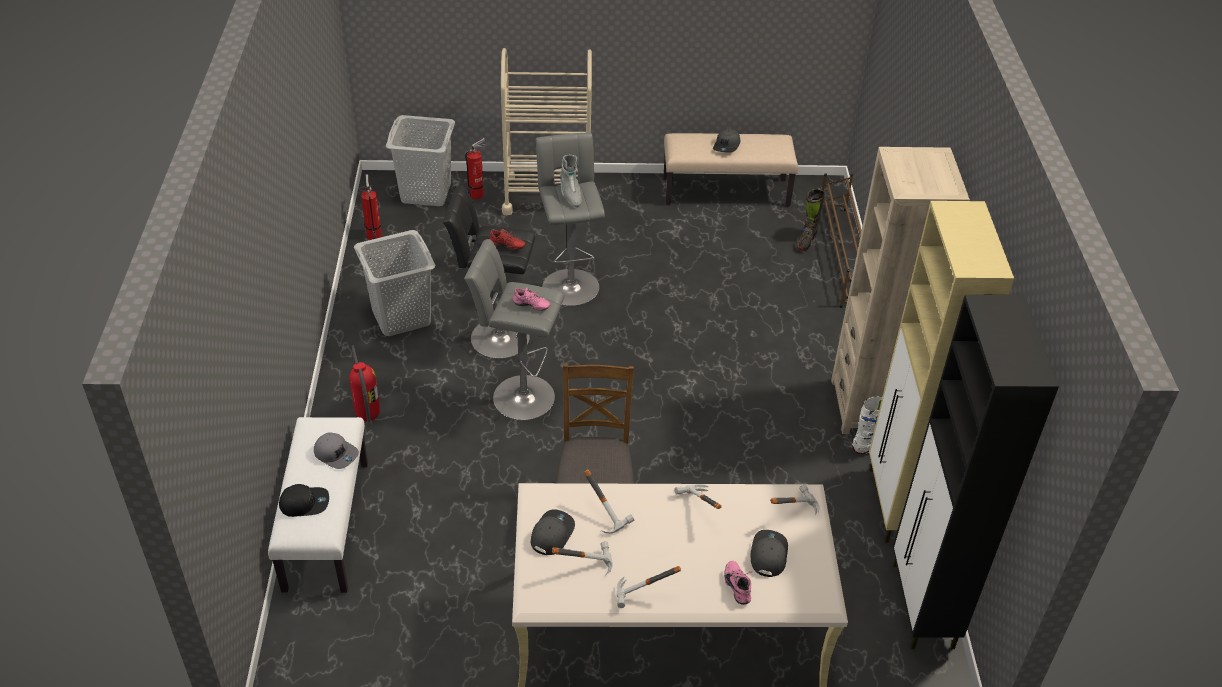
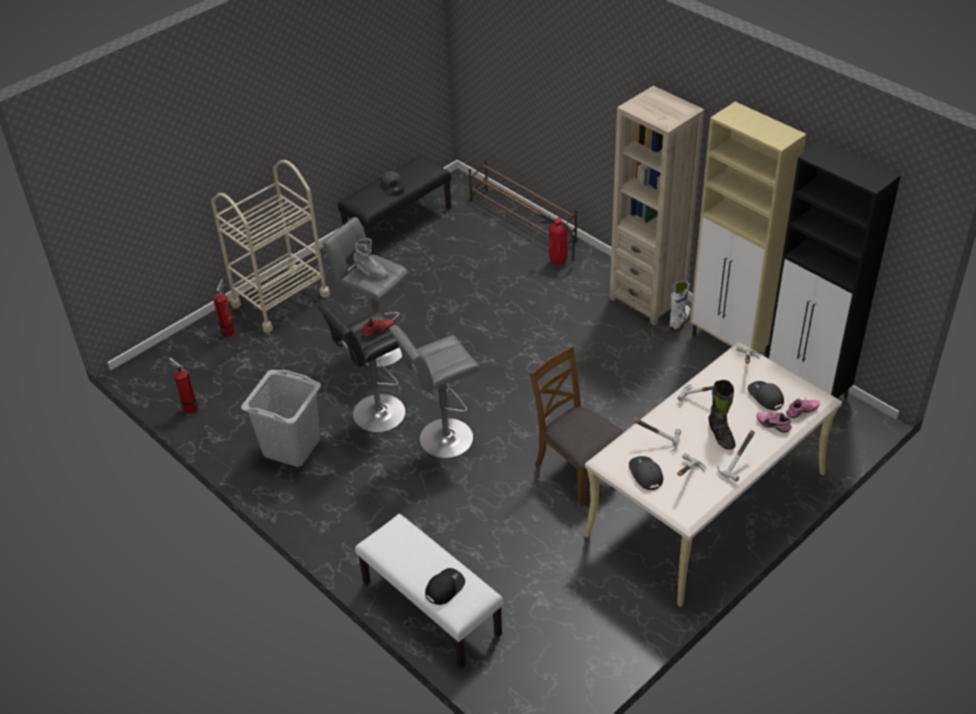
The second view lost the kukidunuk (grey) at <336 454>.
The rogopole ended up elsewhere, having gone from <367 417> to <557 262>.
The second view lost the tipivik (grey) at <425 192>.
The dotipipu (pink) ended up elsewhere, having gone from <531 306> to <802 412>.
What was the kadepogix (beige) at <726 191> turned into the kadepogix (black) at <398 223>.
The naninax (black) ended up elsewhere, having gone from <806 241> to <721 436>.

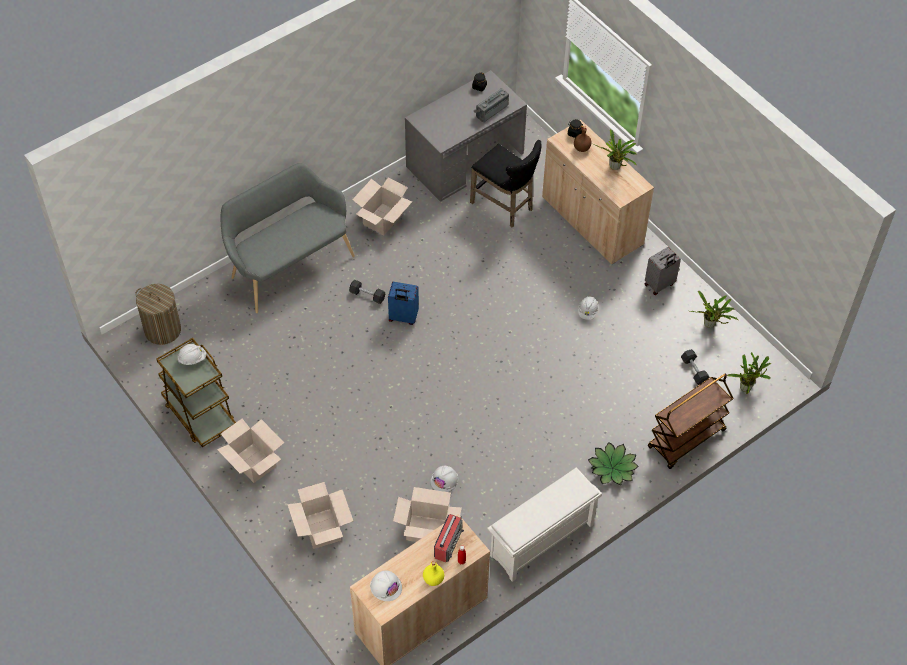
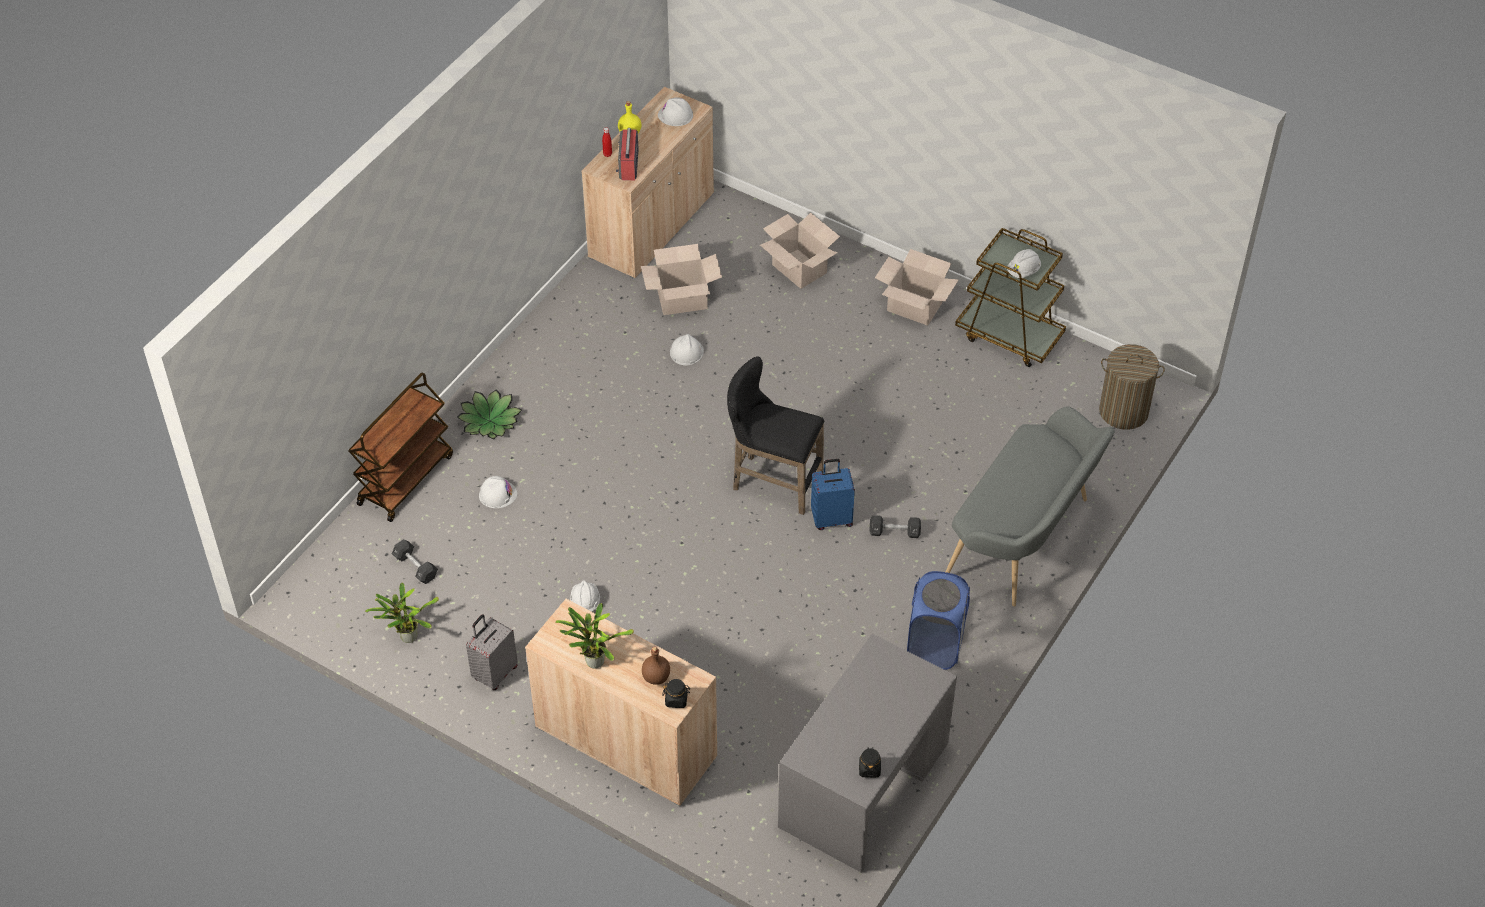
Where the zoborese stood at <382 219>, the tipivik (blue) came to stand at <935 646>.
The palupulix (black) ended up elsewhere, having gone from <505 207> to <772 481>.
The second view lost the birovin at <490 110>.
The second view lost the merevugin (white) at <541 541>.
The second view lost the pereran at <747 387>.
The second view gained the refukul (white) at <497 494>.

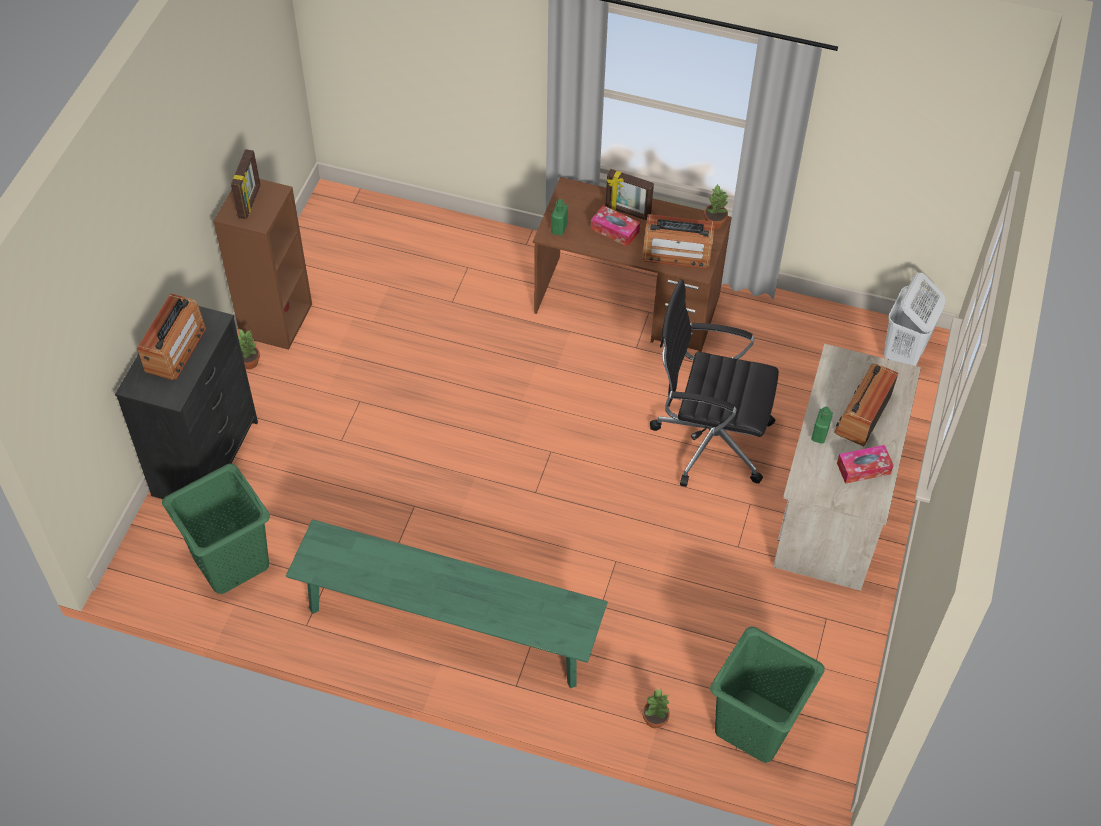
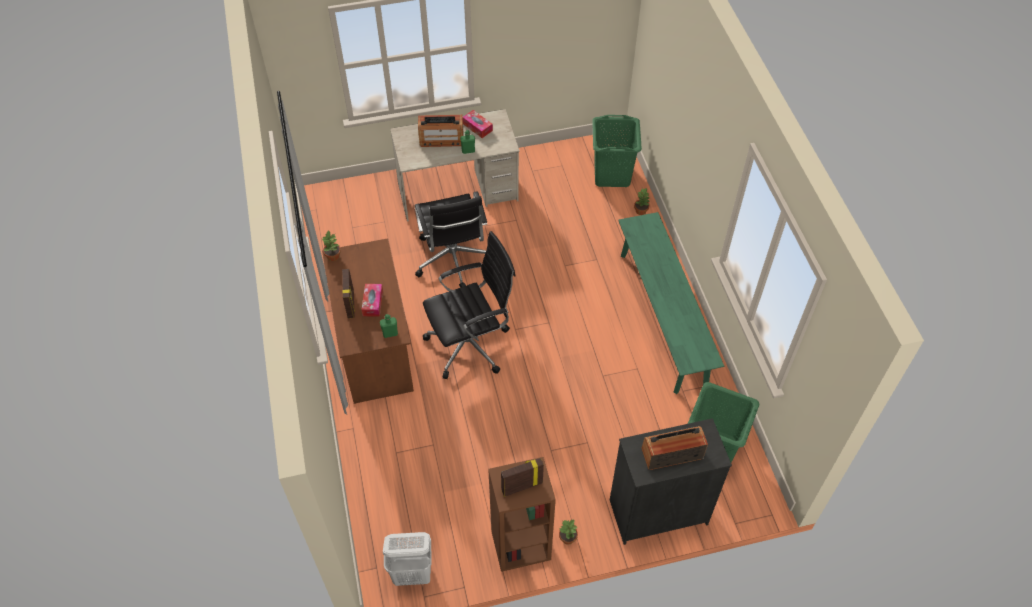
The second view lost the birovin at <676 253>.
The tipivik (white) ended up elsewhere, having gone from <903 353> to <413 573>.
The second view gained the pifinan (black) at <471 344>.

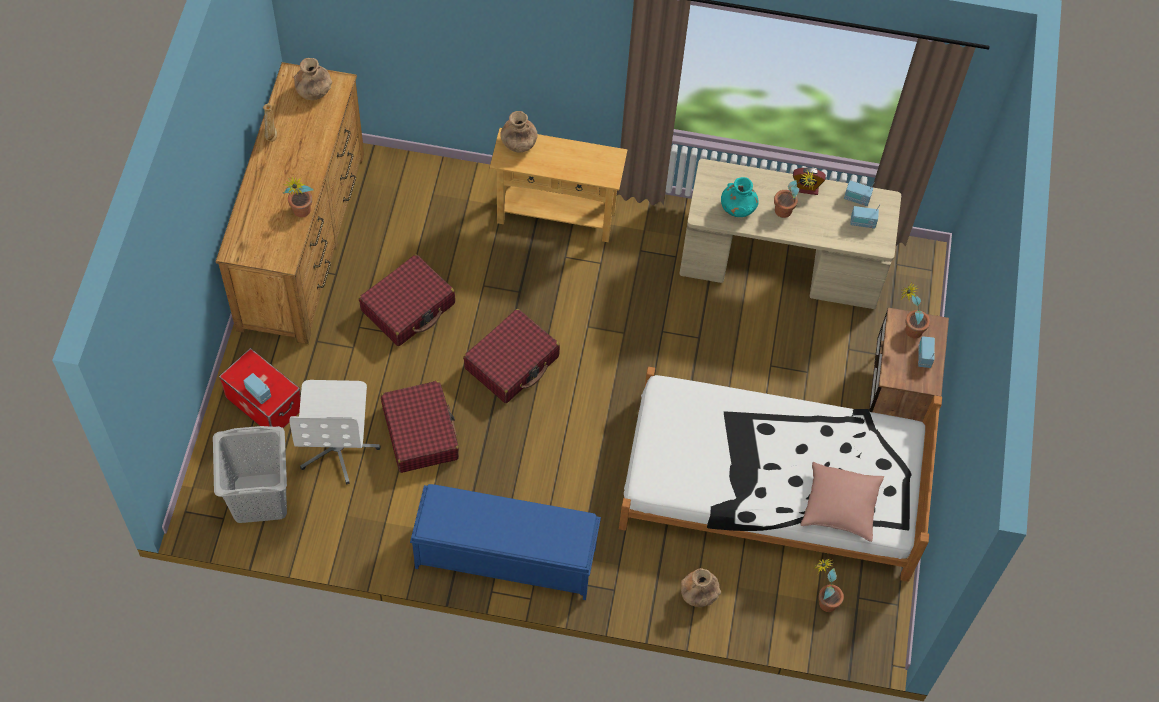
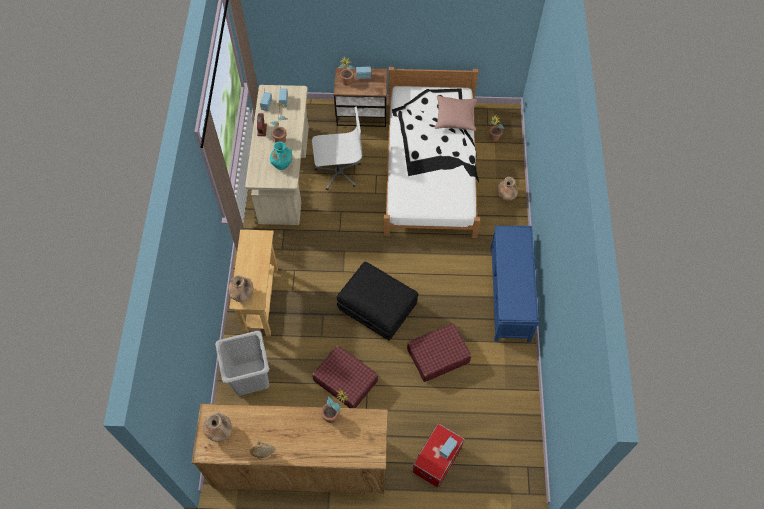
The tipivik (grey) ended up elsewhere, having gone from <260 497> to <250 376>.
The pifinan (white) ended up elsewhere, having gone from <338 447> to <338 172>.
Where the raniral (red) stood at <512 362>, the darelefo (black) came to stand at <377 310>.

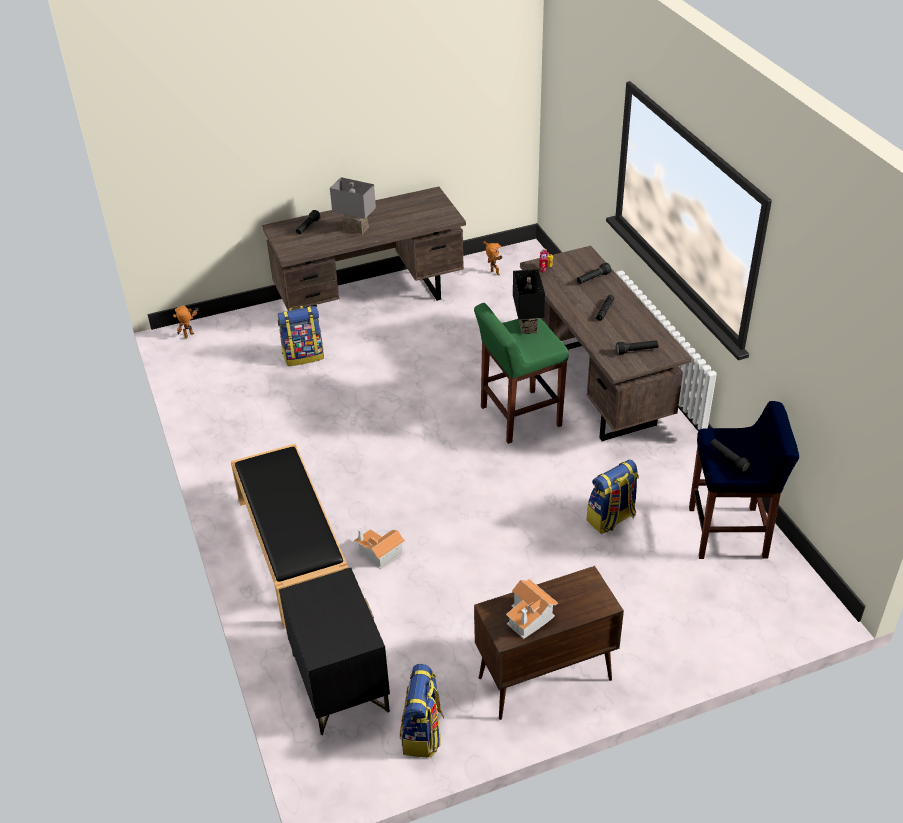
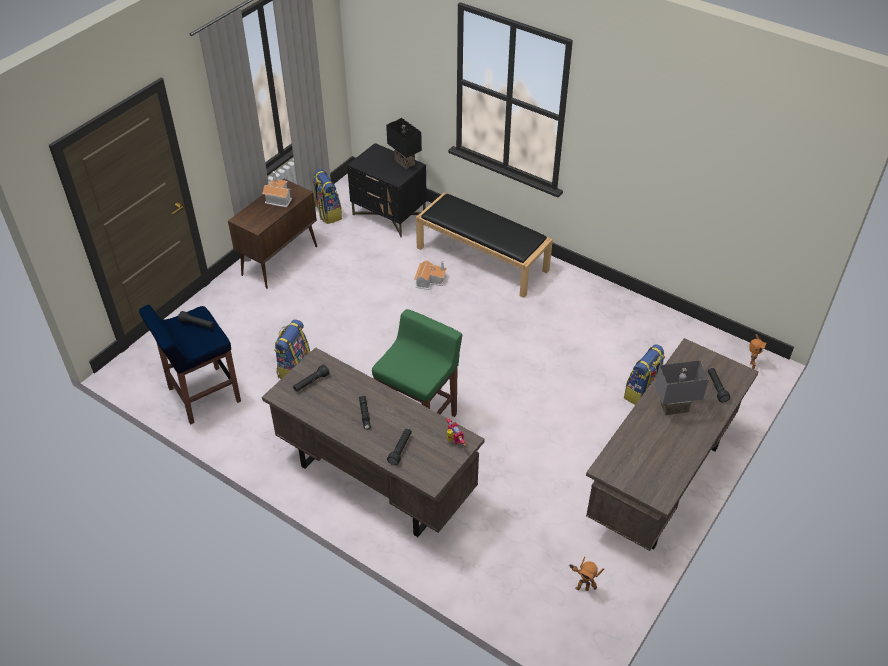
The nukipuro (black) ended up elsewhere, having gone from <529 326> to <403 162>.

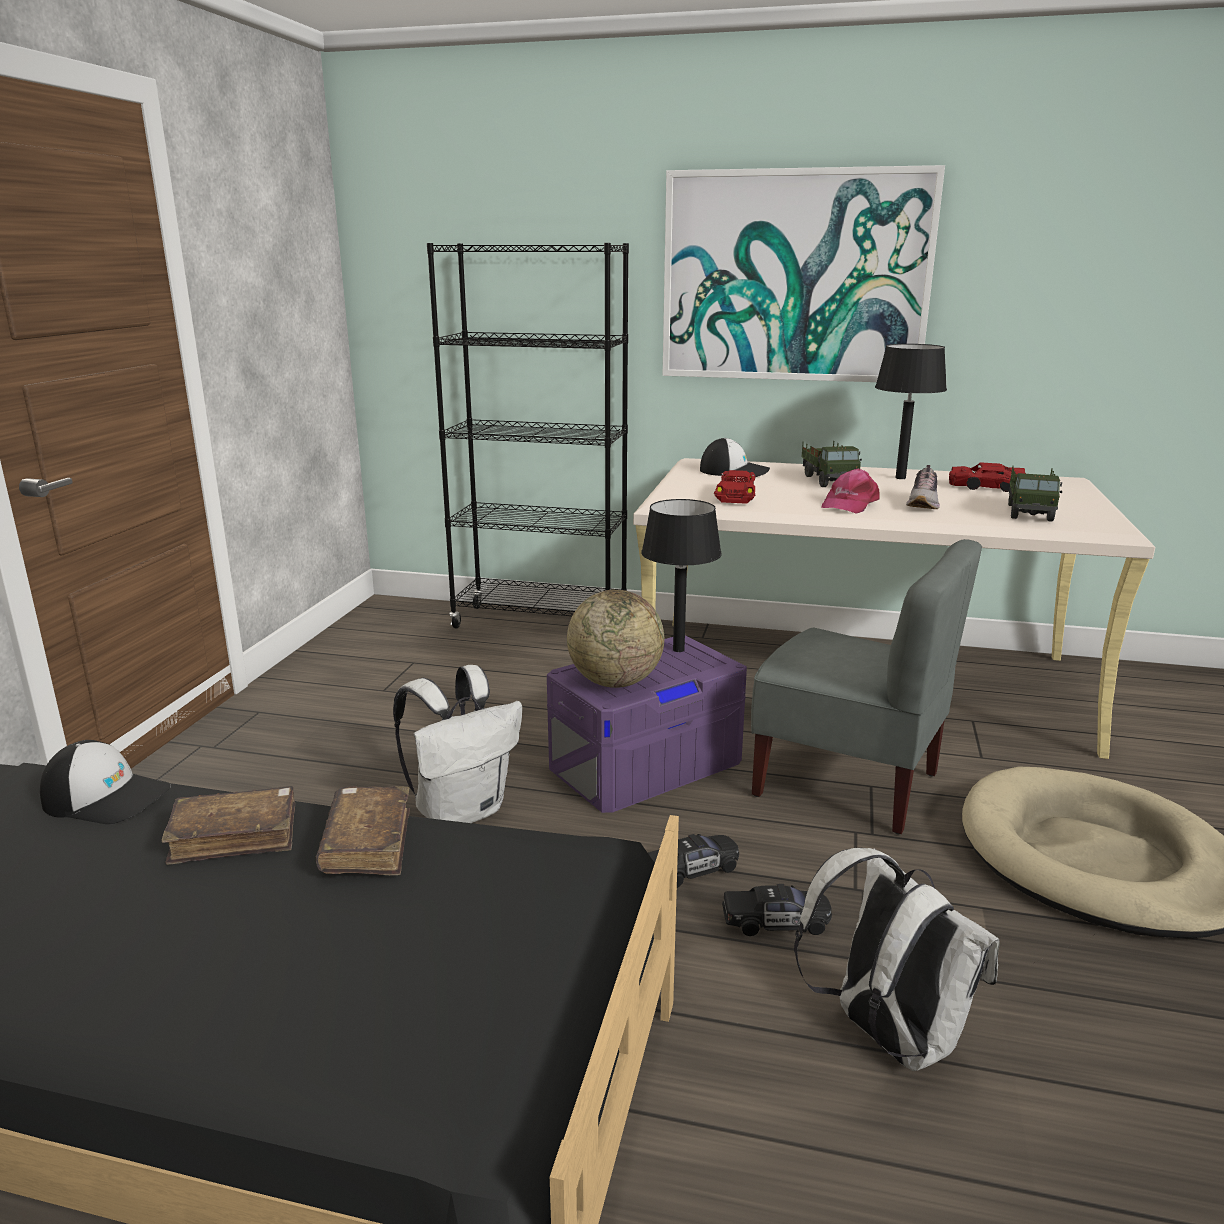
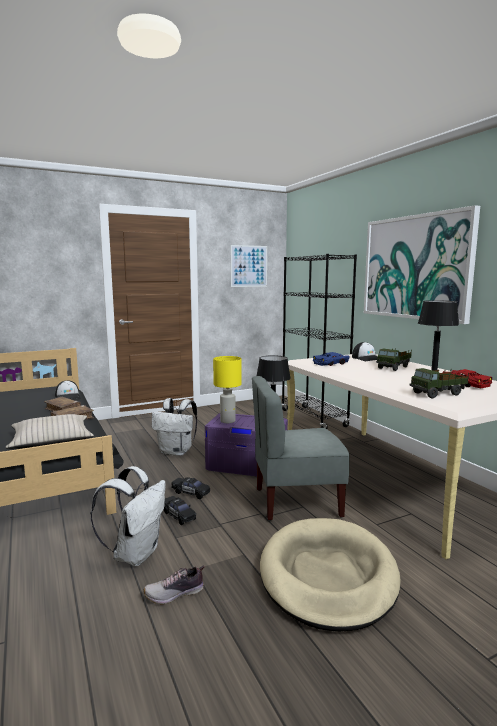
Where the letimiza stood at <615 682>, the nukipuro (yellow) came to stand at <228 421>.
What was the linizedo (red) at <736 496> turned into the linizedo (blue) at <331 364>.
The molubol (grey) at <848 783> ended up facing another way, 90 degrees clockwise from before.
The second view lost the kukidunuk (pink) at <849 504>.
The dotipipu ended up elsewhere, having gone from <923 504> to <175 594>.
The second view gained the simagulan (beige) at <51 440>.
The second view gained the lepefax at <249 266>.

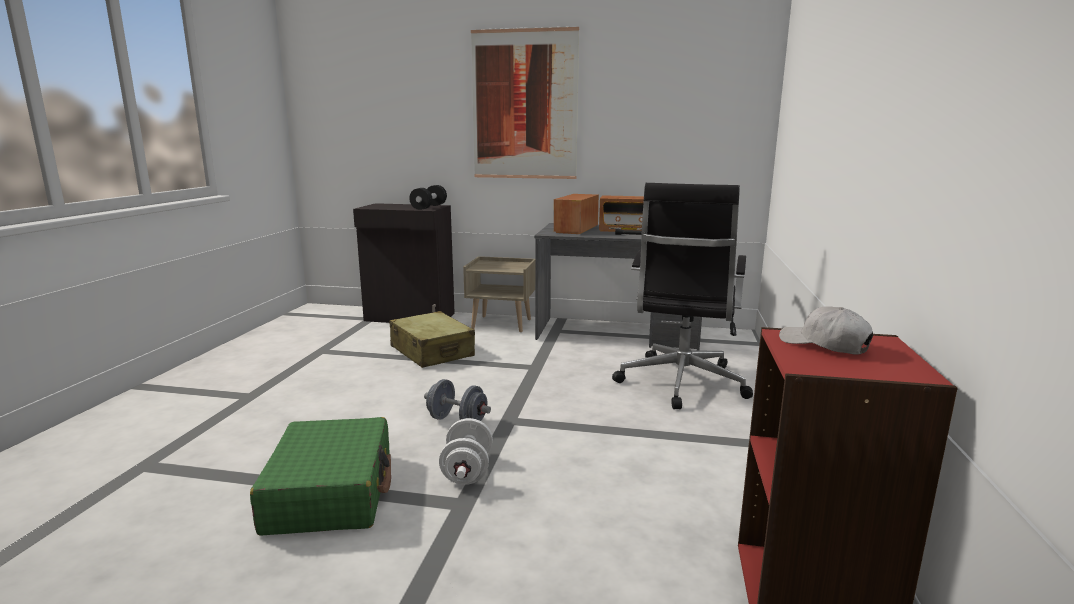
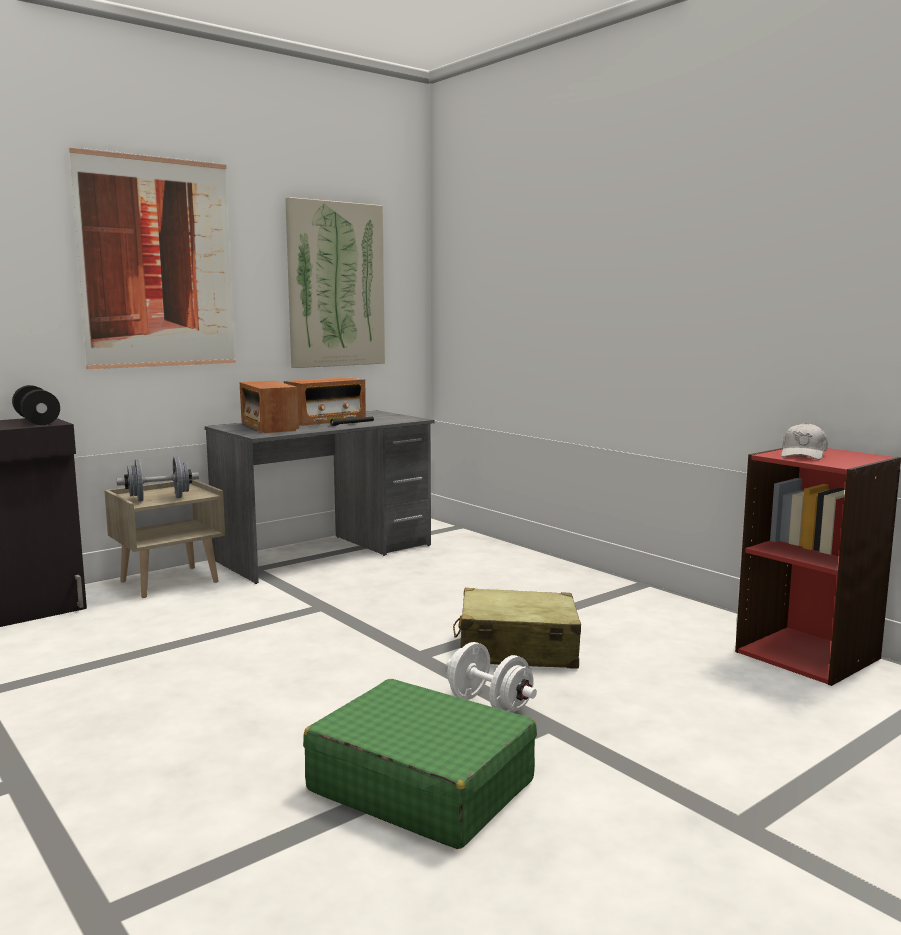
The raniral (beige) ended up elsewhere, having gone from <432 352> to <517 649>.
The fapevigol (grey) ended up elsewhere, having gone from <457 421> to <159 499>.
The second view lost the pifinan (black) at <680 384>.
The kukidunuk (white) at <824 345> ended up facing another way, 60 degrees counterclockwise from before.
The second view gained the lepefax at <336 285>.

